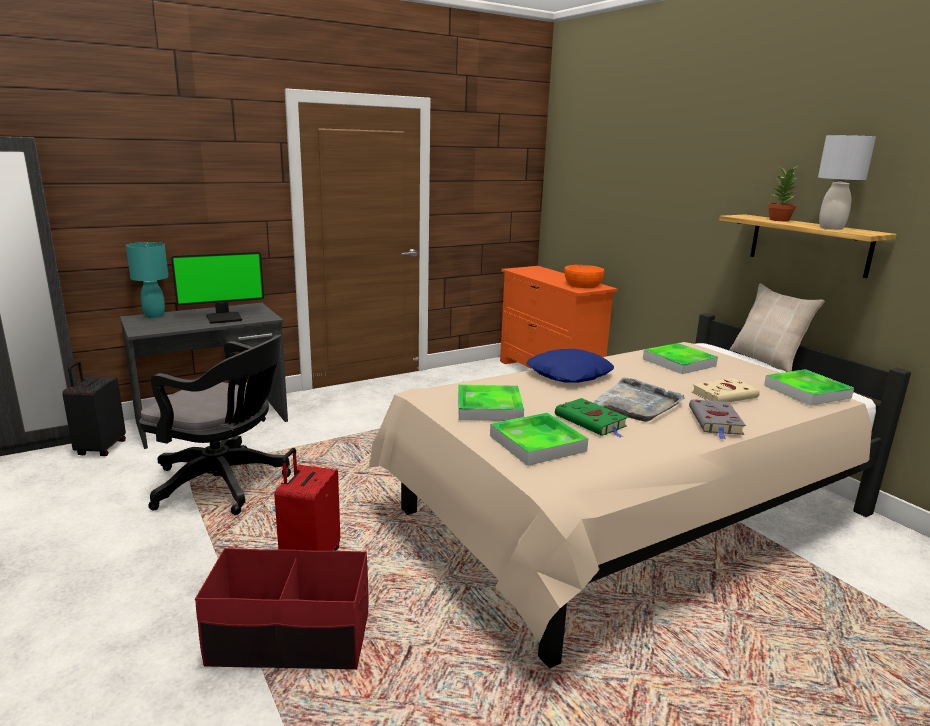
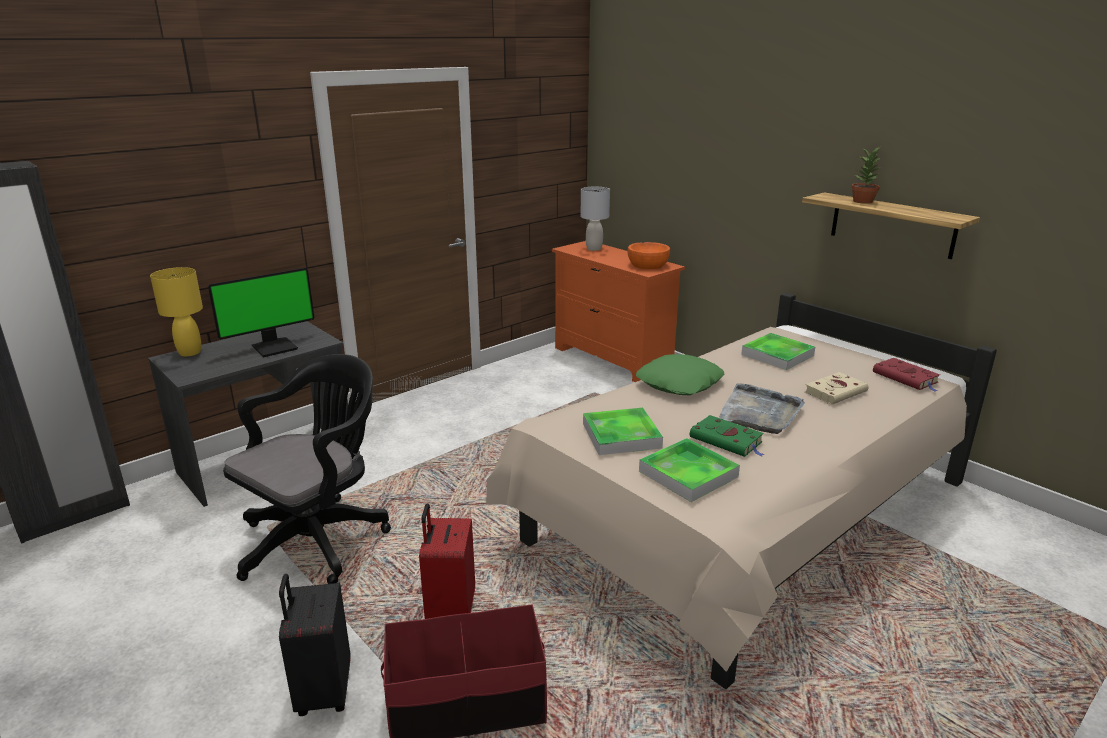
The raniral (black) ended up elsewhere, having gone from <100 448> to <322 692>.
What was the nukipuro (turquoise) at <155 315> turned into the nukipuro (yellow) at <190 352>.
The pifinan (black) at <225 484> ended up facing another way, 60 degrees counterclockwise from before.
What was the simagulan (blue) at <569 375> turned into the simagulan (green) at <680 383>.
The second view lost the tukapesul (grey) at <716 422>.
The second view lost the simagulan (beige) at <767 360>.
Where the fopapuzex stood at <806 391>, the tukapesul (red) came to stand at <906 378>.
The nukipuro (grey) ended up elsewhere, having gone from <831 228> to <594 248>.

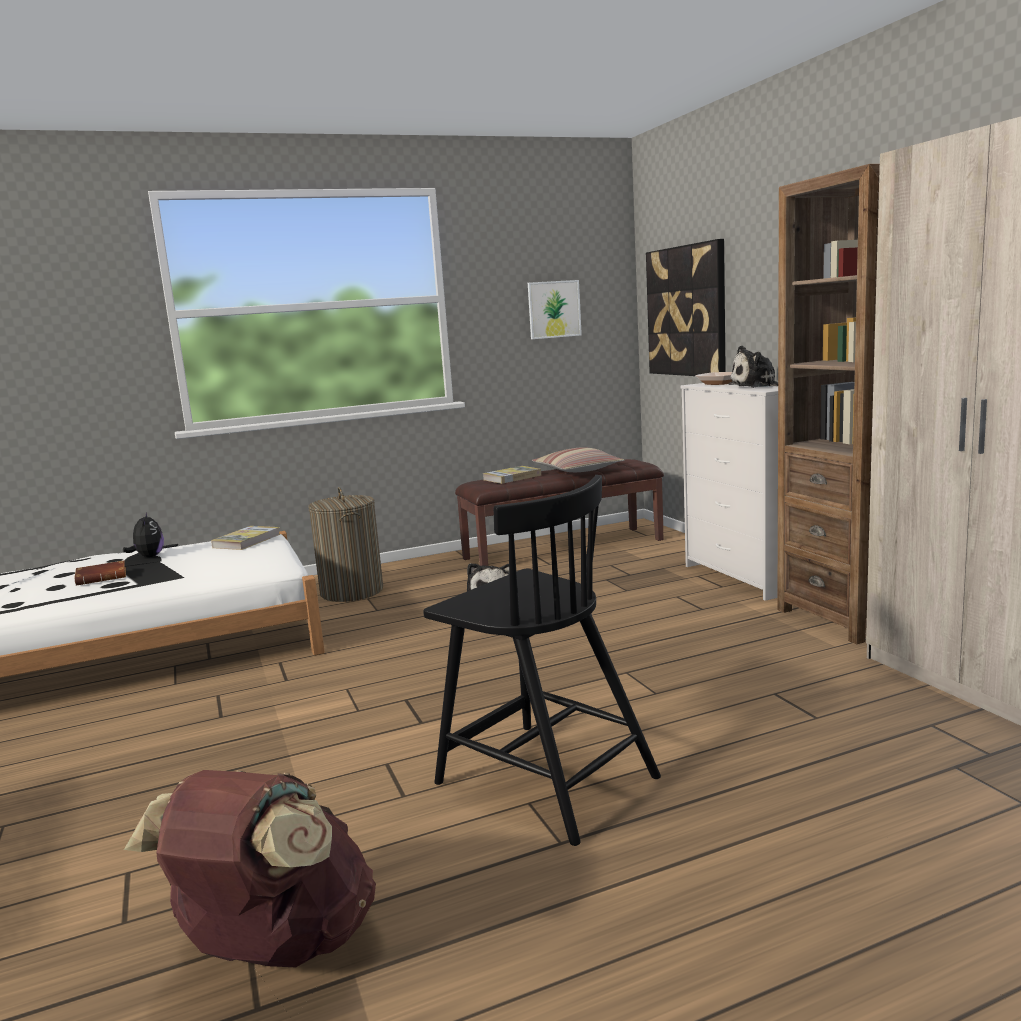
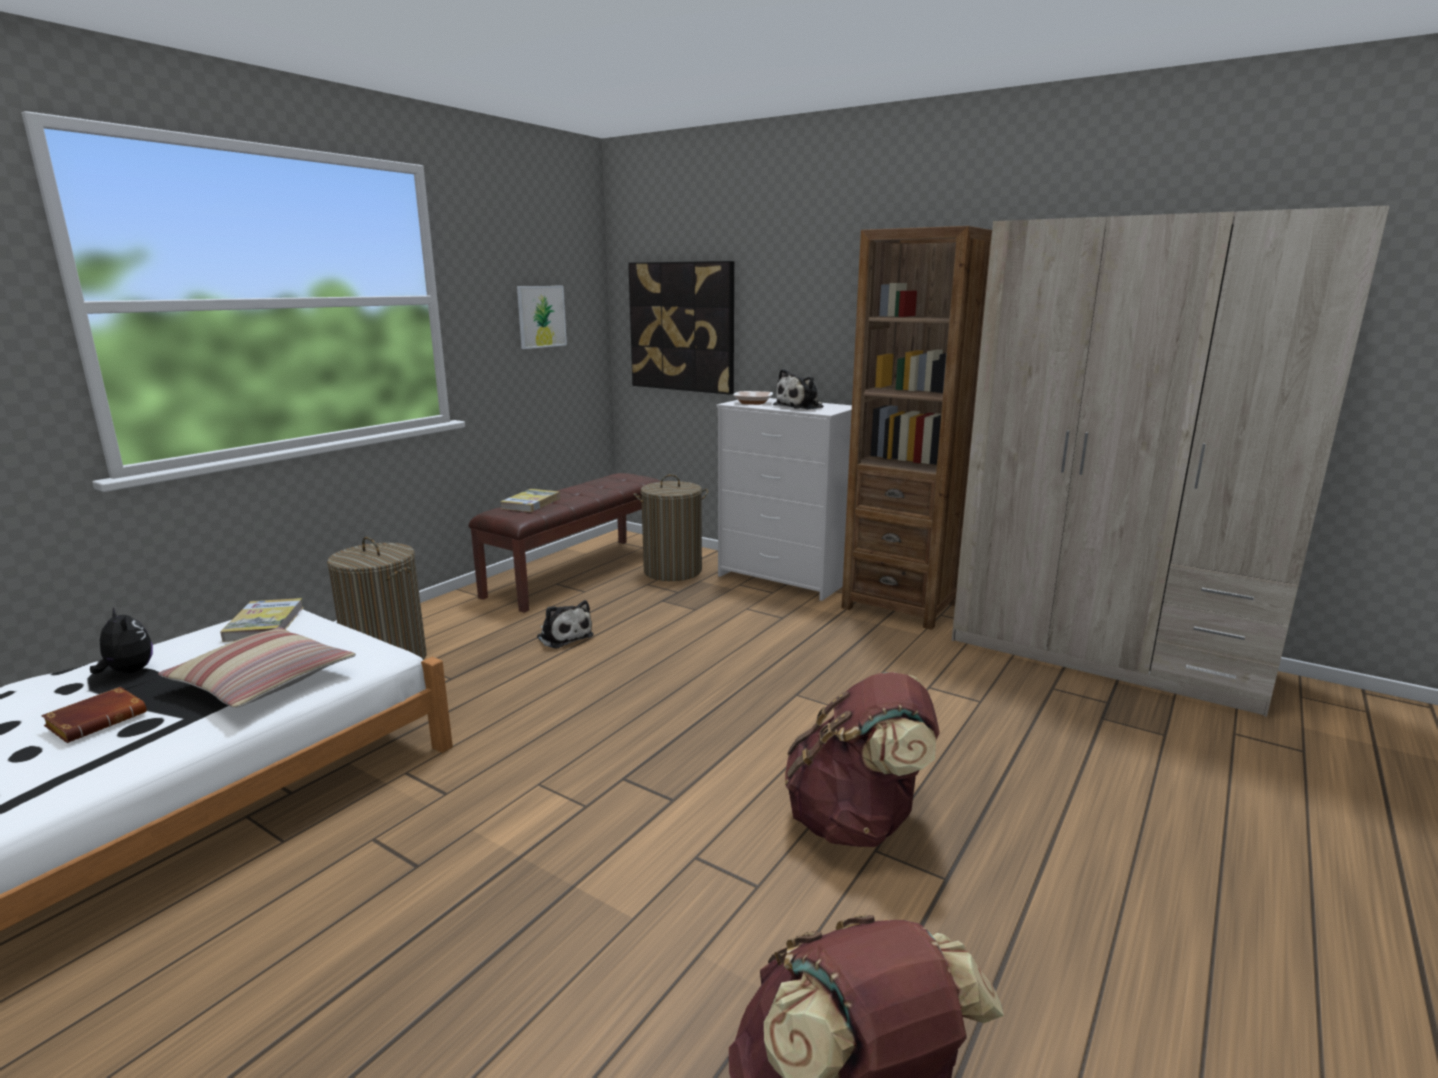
Where the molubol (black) stood at <543 778>, the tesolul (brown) came to stand at <857 822>.
The simagulan ended up elsewhere, having gone from <577 470> to <263 682>.
The second view gained the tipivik at <673 571>.

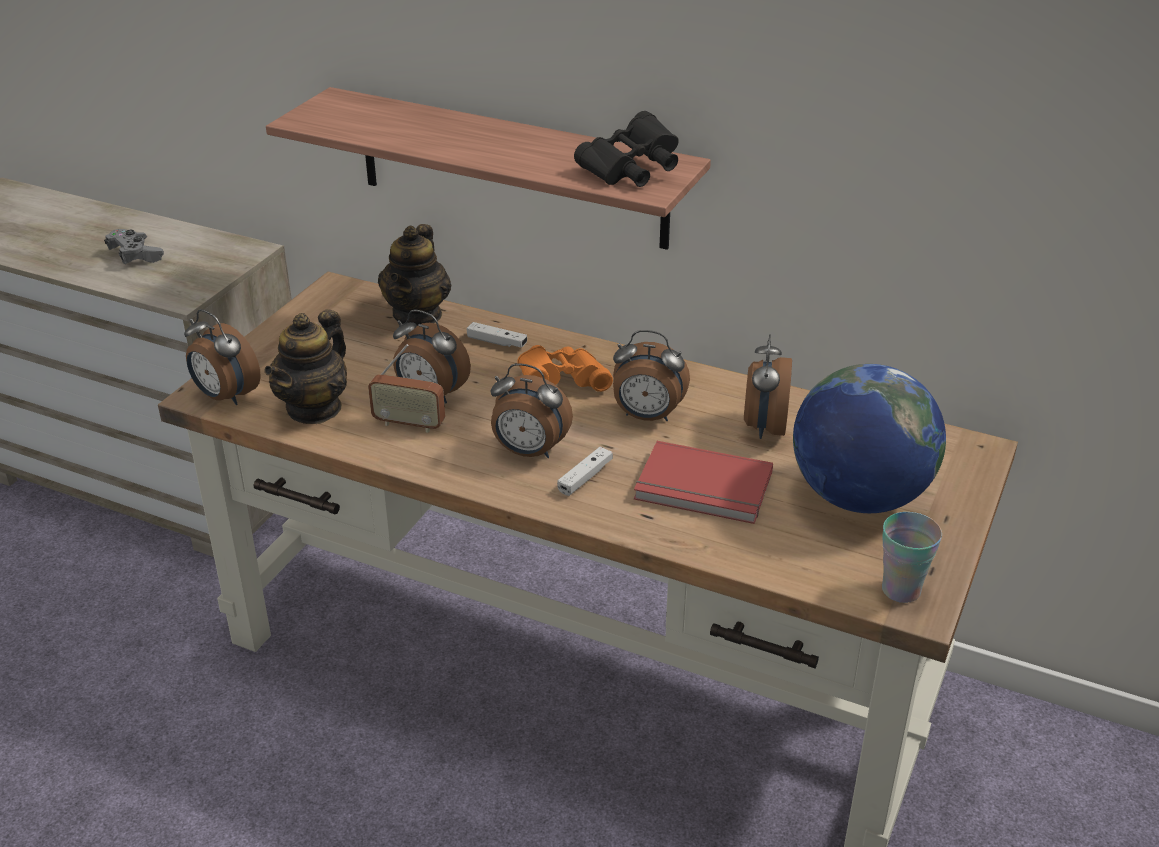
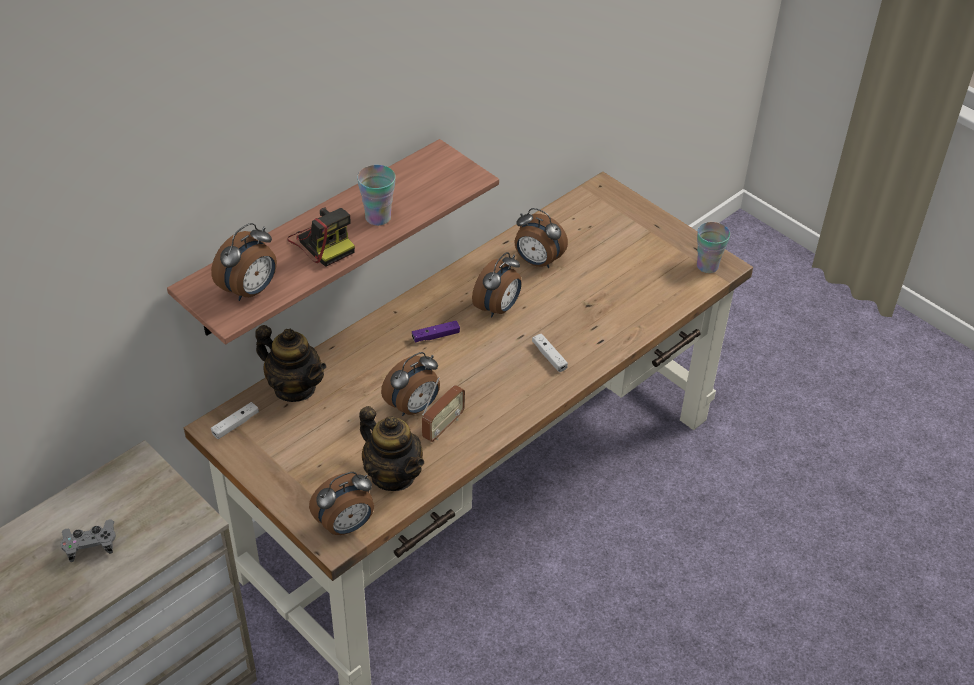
The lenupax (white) ended up elsewhere, having gone from <497 342> to <235 424>.
The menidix ended up elsewhere, having gone from <529 452> to <250 291>.
Where the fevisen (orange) stood at <562 383>, the lenupax (purple) came to stand at <435 336>.
The second view lost the fevisen (black) at <631 171>.
The second view lost the tukapesul (red) at <703 489>.
The second view lost the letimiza at <859 497>.
The second view gained the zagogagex at <322 242>.
The second view gained the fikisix at <378 217>.

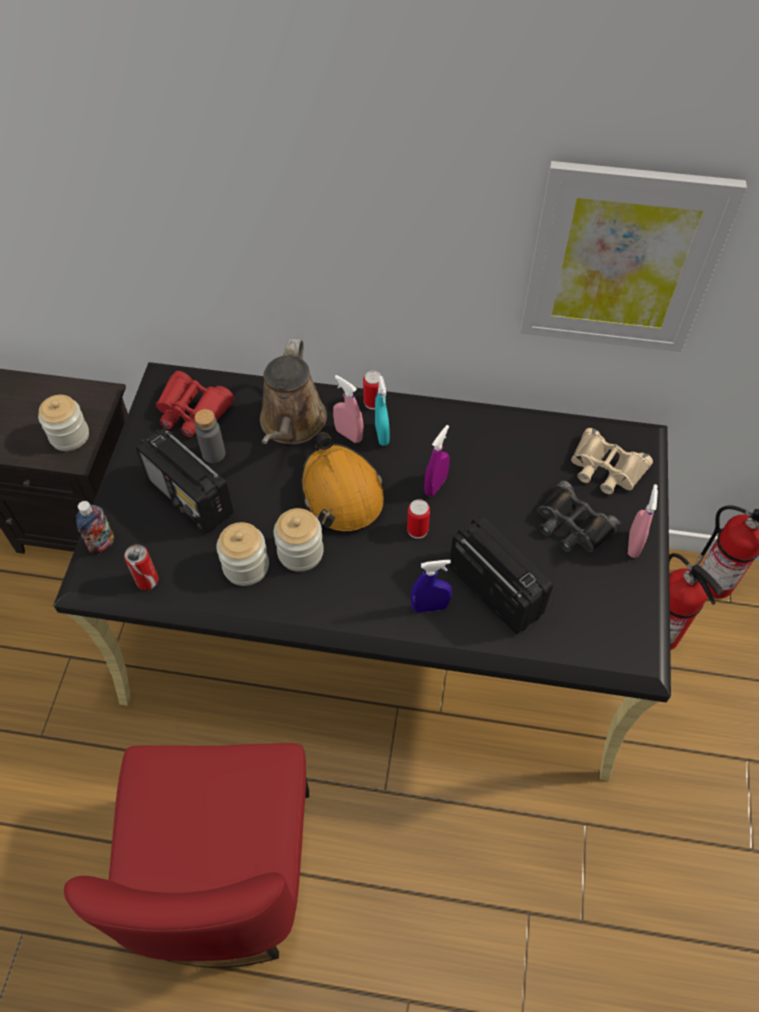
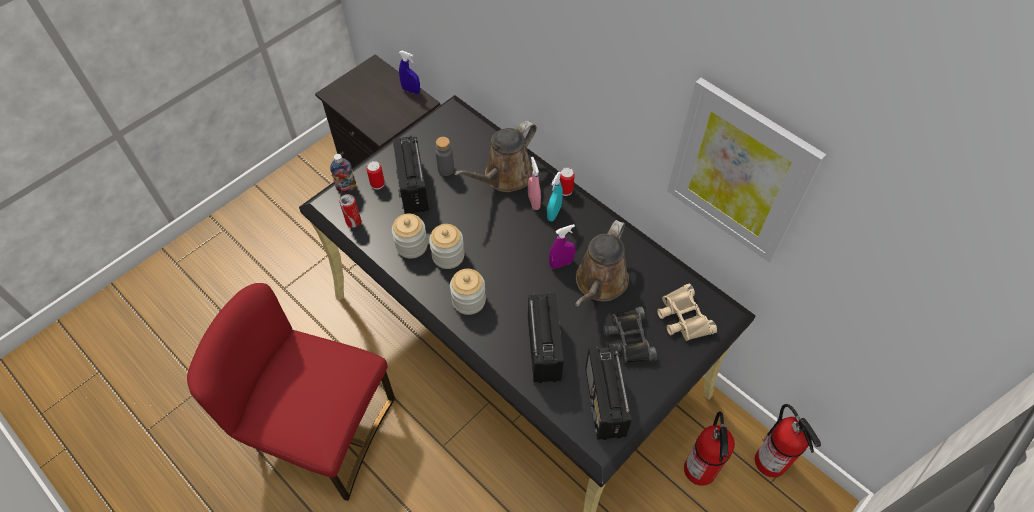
The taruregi ended up elsewhere, having gone from <69 436> to <469 300>.
The molubol (red) at <226 873> ended up facing another way, 75 degrees clockwise from before.
The second view lost the fevisen (red) at <193 411>.
The second view lost the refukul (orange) at <341 492>.
The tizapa ended up elsewhere, having gone from <417 530> to <377 184>.
The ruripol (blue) ended up elsewhere, having gone from <430 606> to <411 90>.
The second view lost the ruripol (pink) at <633 544>.
The second view gained the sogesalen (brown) at <599 283>.
The second view gained the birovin at <604 403>.

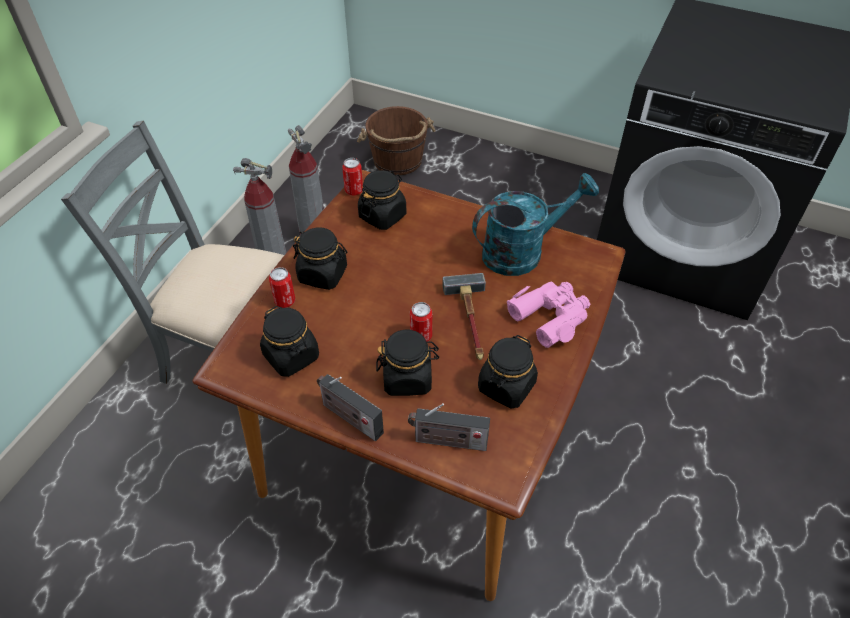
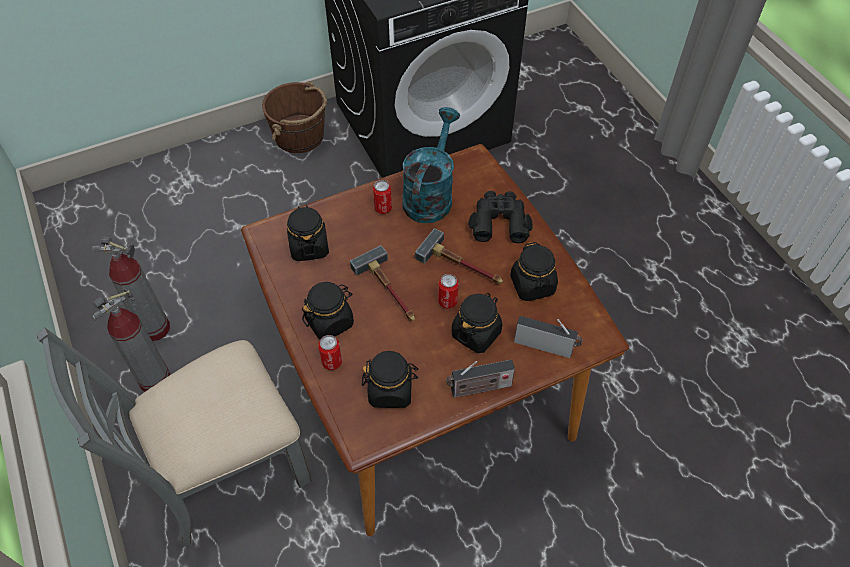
The tizapa ended up elsewhere, having gone from <354 190> to <383 208>.
The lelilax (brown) ended up elsewhere, having gone from <398 161> to <300 136>.
The birovin at <447 441> ended up facing another way, 120 degrees counterclockwise from before.
What was the fevisen (pink) at <550 316> turned into the fevisen (black) at <499 221>.
The second view gained the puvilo at <389 290>.

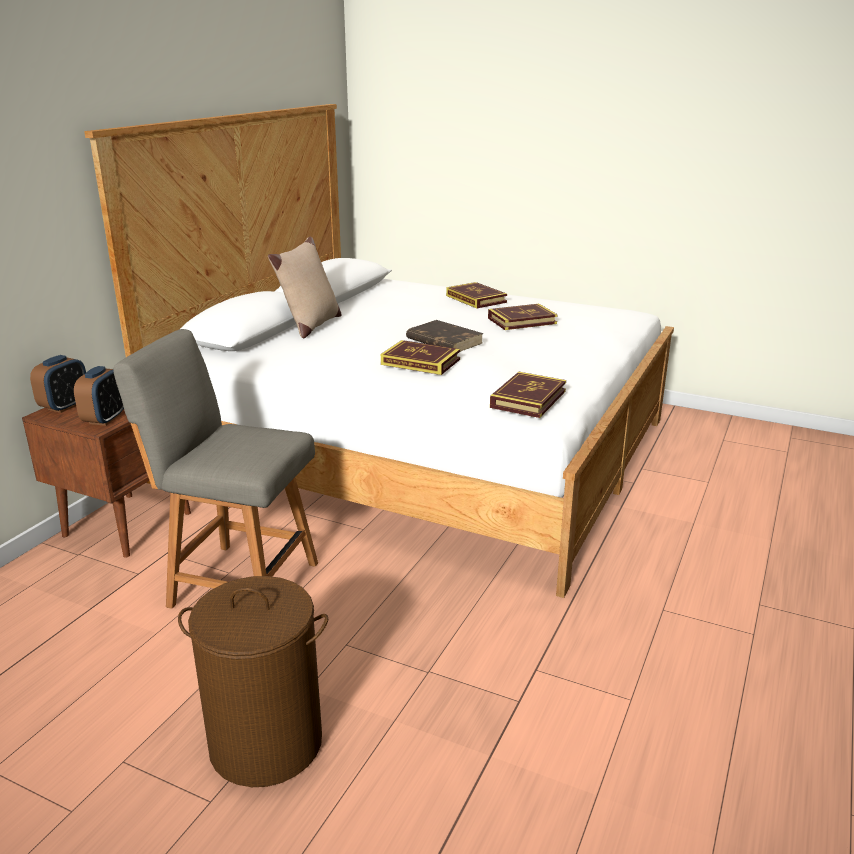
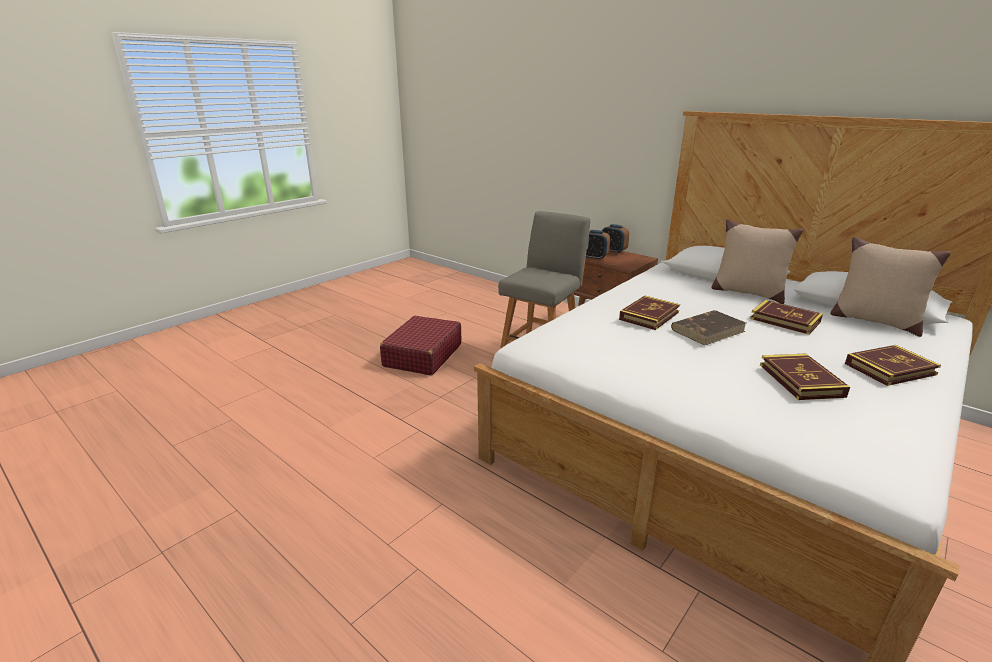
Where the tipivik (brown) stood at <267 743>, the raniral (red) came to stand at <422 355>.
The tukapesul ended up elsewhere, having gone from <528 399> to <785 320>.
The second view gained the simagulan (beige) at <874 321>.

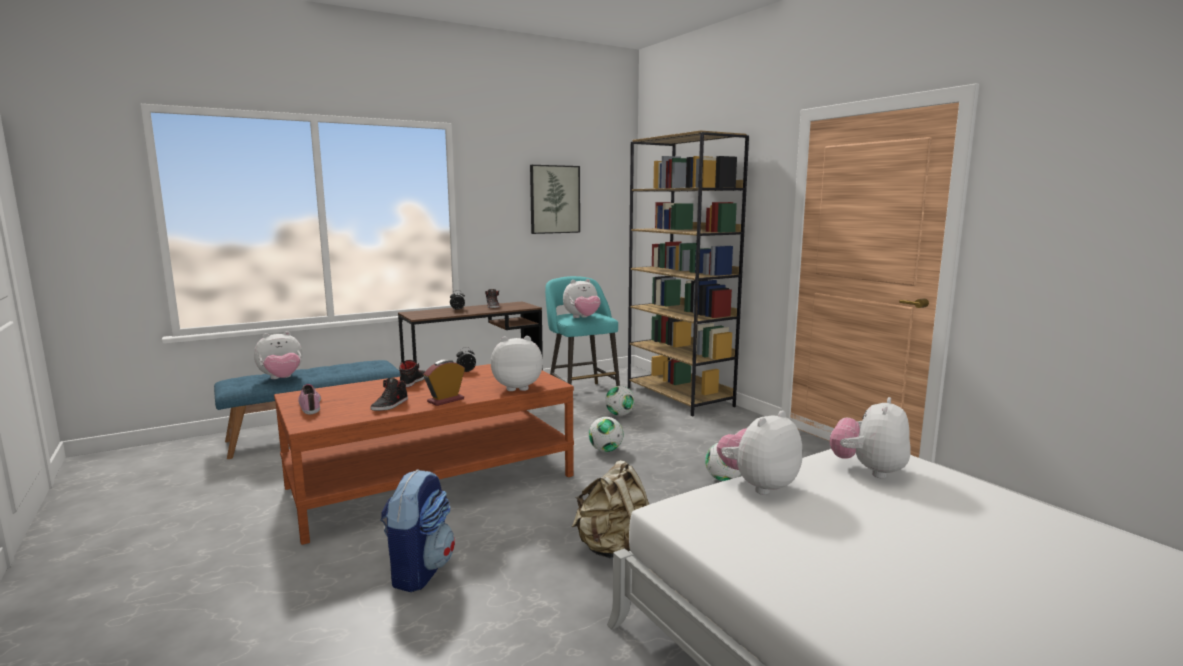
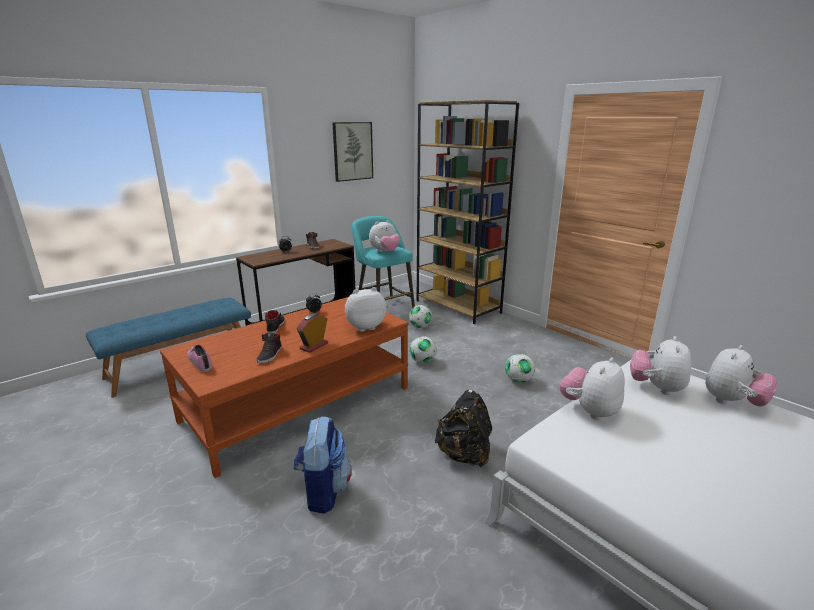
The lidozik ended up elsewhere, having gone from <281 379> to <732 402>.
What was the tesolul (beige) at <614 551> turned into the tesolul (black) at <464 454>.

